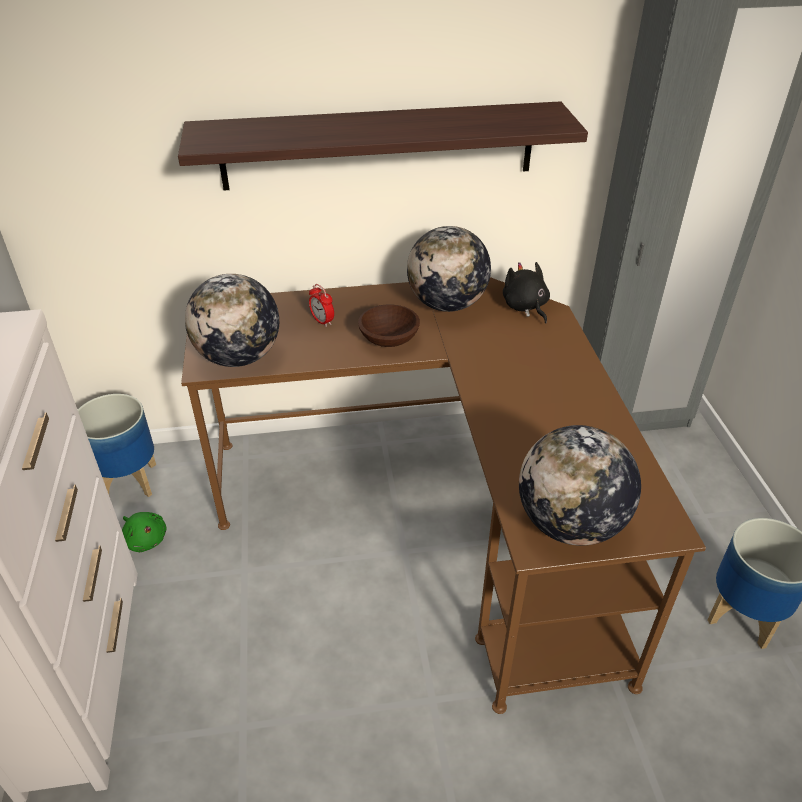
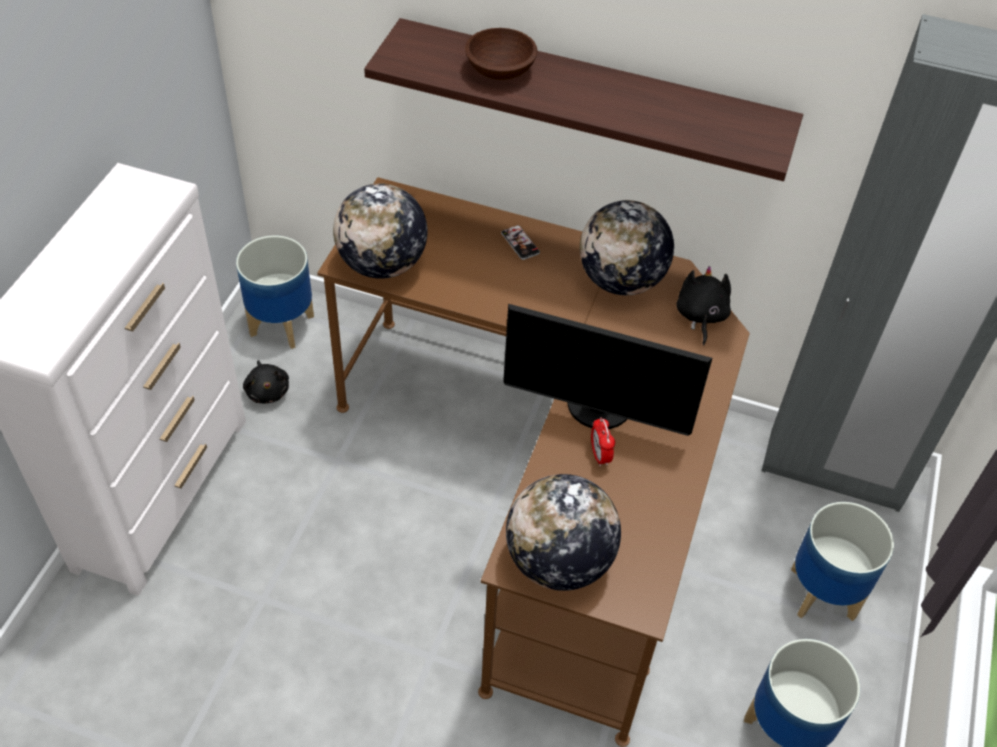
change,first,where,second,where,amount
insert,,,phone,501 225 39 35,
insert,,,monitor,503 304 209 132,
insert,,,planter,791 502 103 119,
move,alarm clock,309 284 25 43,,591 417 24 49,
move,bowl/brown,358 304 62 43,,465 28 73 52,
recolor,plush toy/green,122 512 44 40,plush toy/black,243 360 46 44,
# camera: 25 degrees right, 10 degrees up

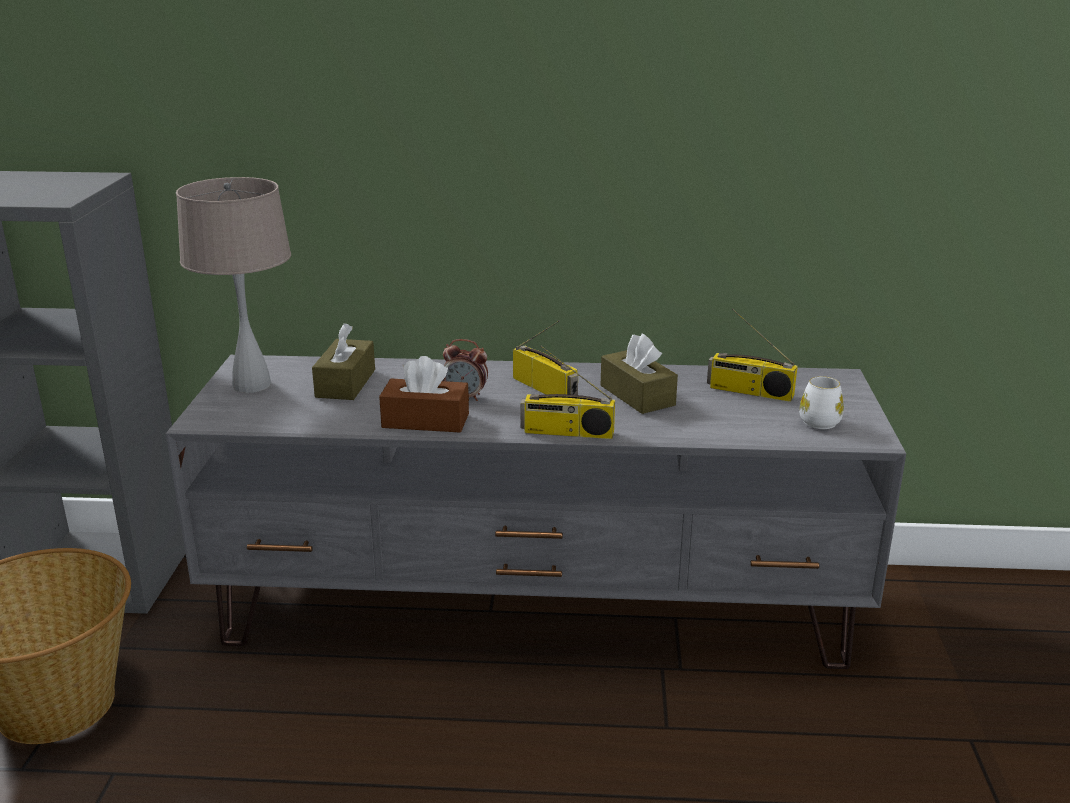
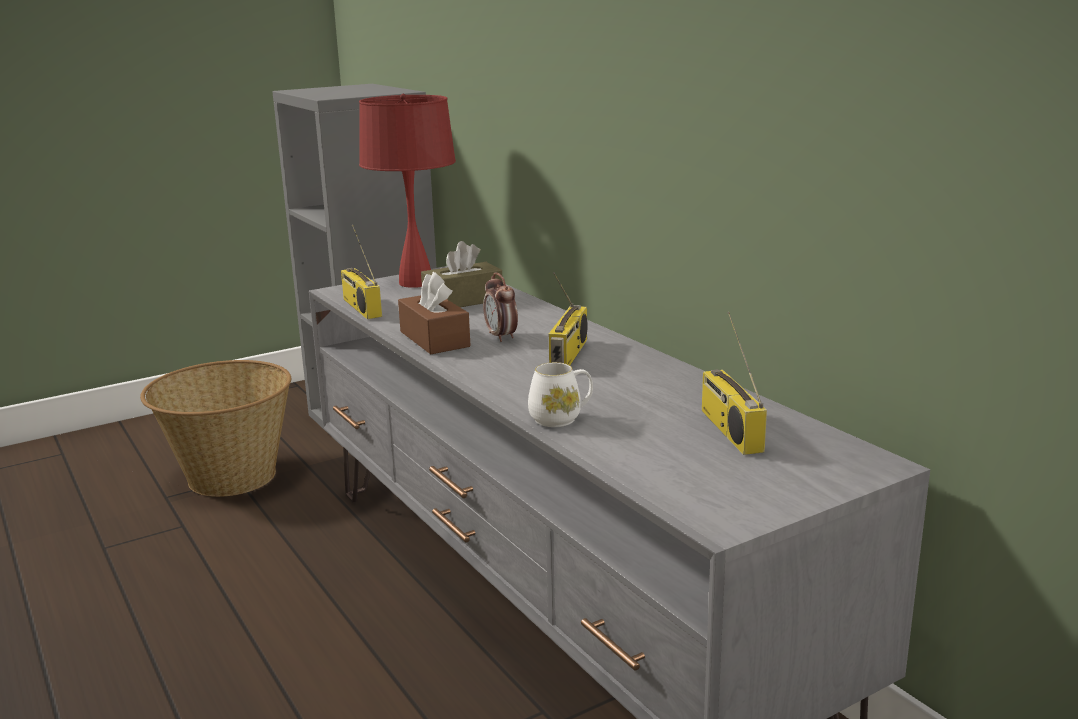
change,first,where,second,where,amount
delete,tissue box/brown,601 334 77 80,,,
move,radio,520 346 95 93,,341 224 41 95,
move,mug/white,799 376 45 53,,528 362 65 65,
recolor,table lamp/beige,176 177 115 216,table lamp/red,359 94 97 194,
# camera: 55 degrees right, 5 degrees down

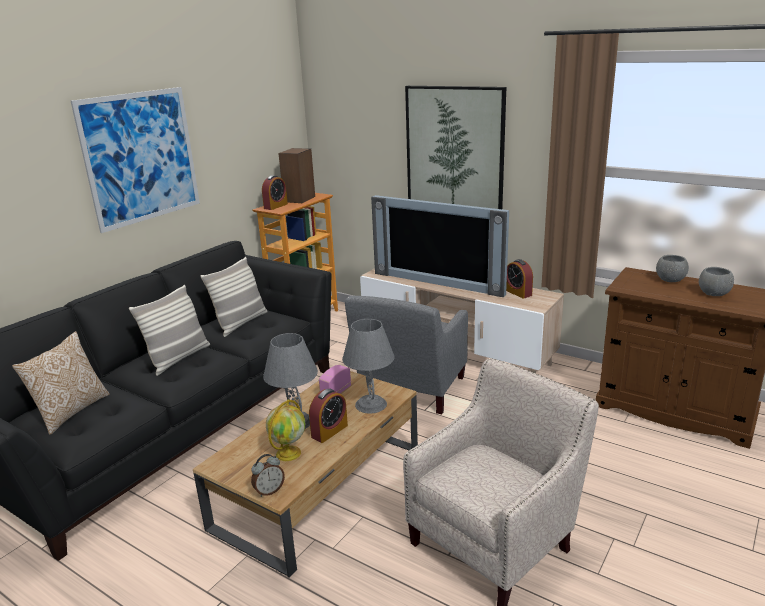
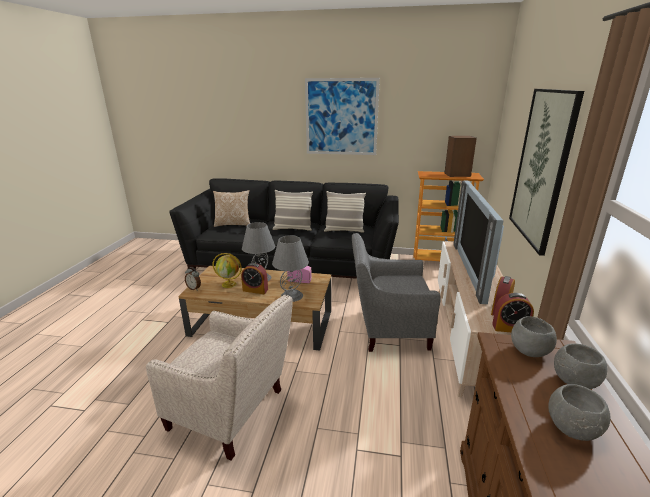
change,first,where,second,where,amount
insert,,,bowl/grey,511 316 46 41,
move,alarm clock,262 175 26 35,,492 293 42 39,
# camera: 65 degrees right, 0 degrees up

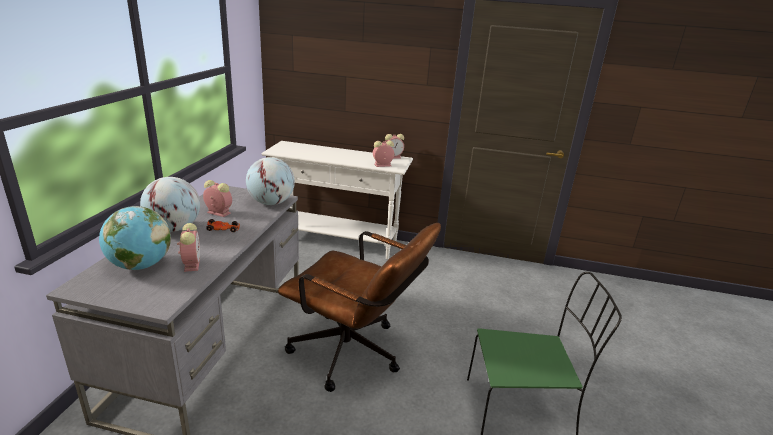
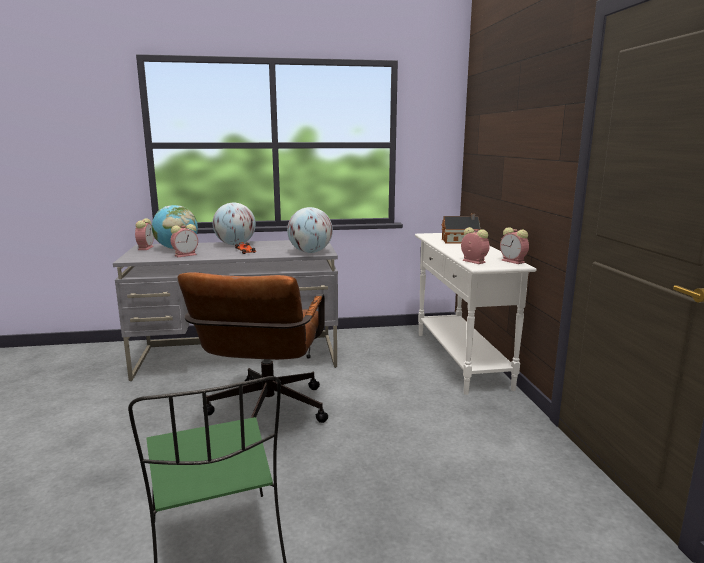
change,first,where,second,where,amount
insert,,,toy house,441 214 39 29,
move,alarm clock,203 180 29 37,,135 218 19 32,
# camera: 70 degrees right, 10 degrees down

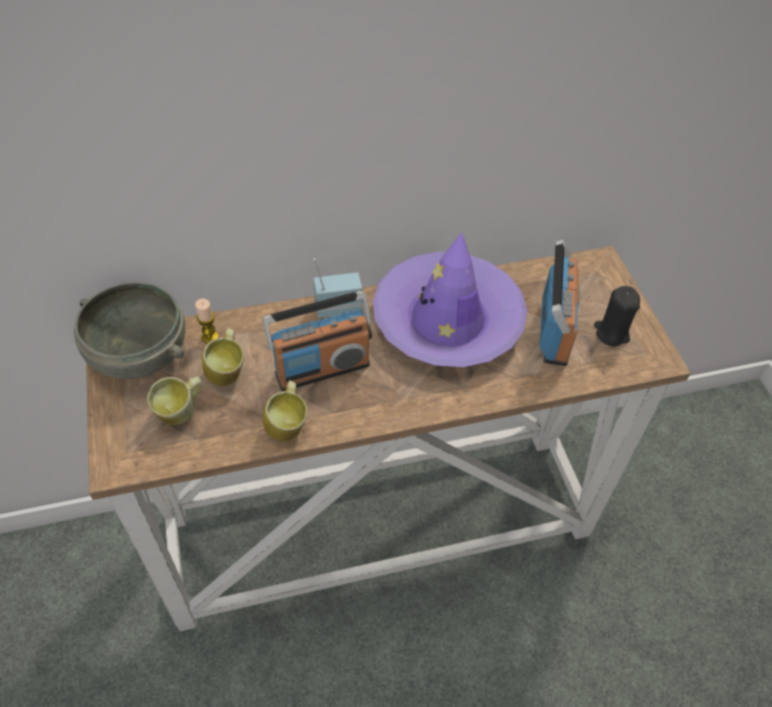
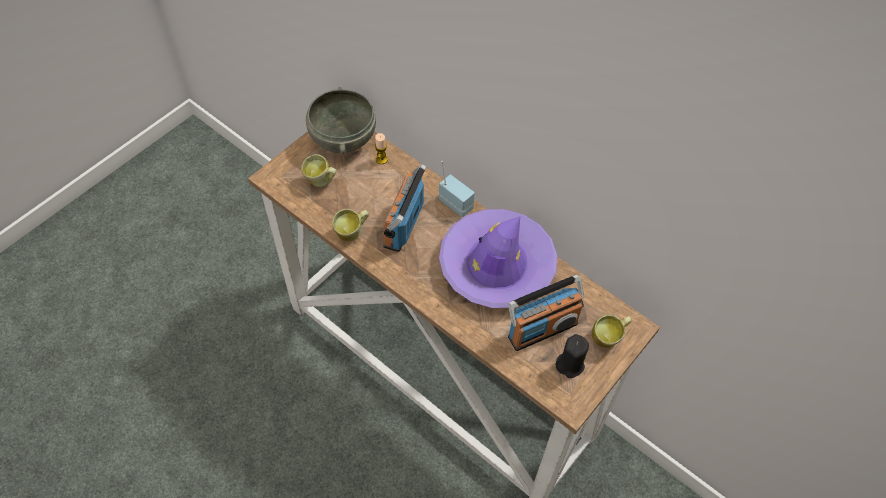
change,first,where,second,where,amount
move,mug,202 328 42 58,,592 314 39 34,
rotate,radio,262 291 110 100,,383 164 43 88,75 degrees clockwise
# camera: 55 degrees right, 5 degrees up

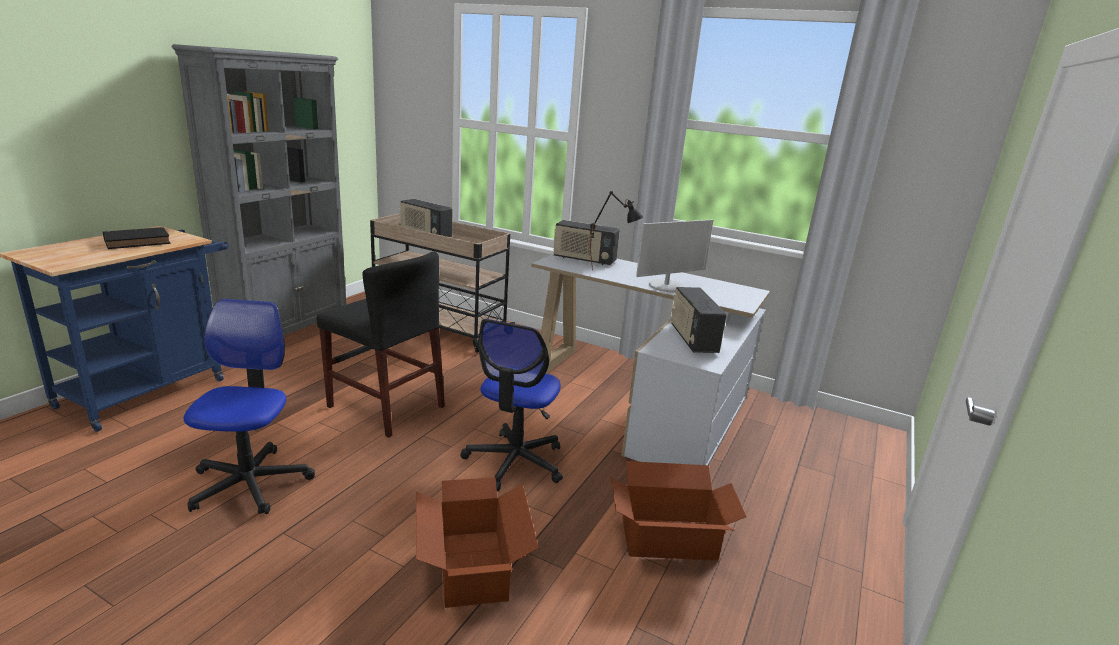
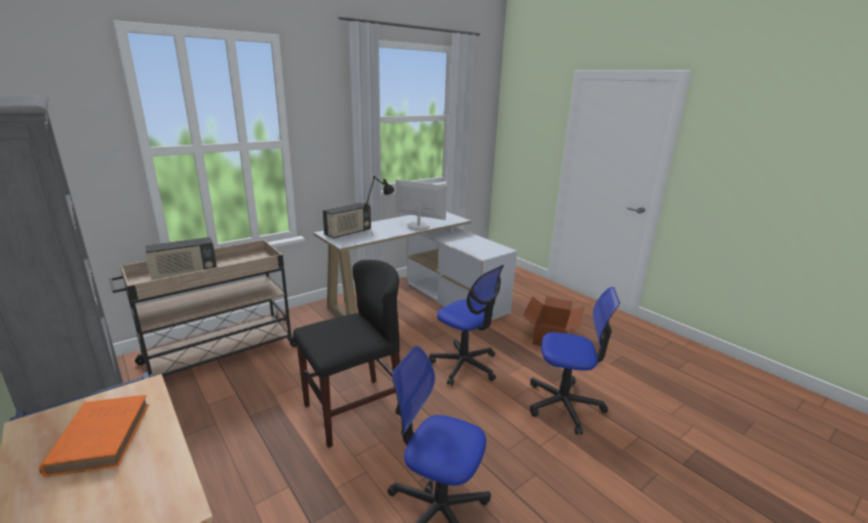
change,first,where,second,where,amount
delete,radio,671 287 56 66,,,
replace,cardboard box,416 477 123 131,office chair,530 287 90 148,
recolor,book/black,103 227 68 22,book/orange,39 395 110 82,
rotate,monitor,636 220 77 72,,395 179 52 51,60 degrees counterclockwise
# camera: 65 degrees left, 0 degrees up

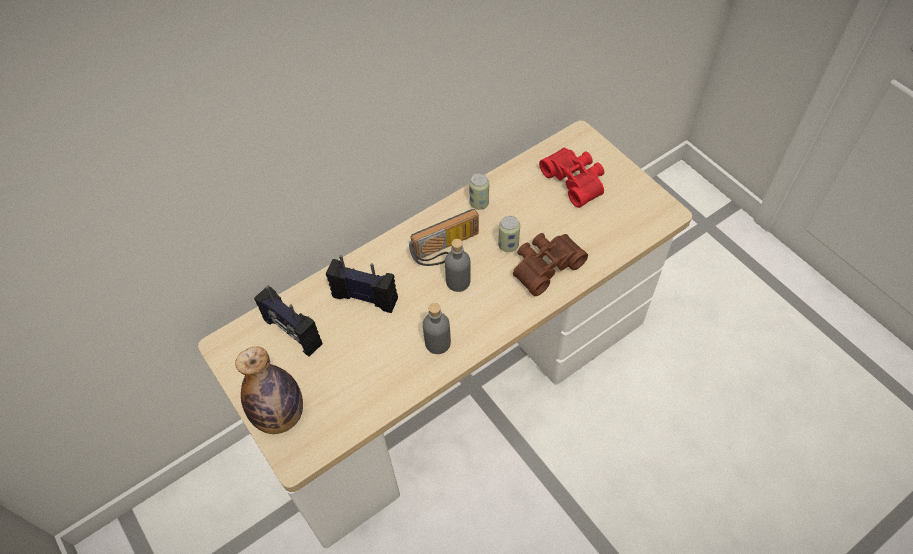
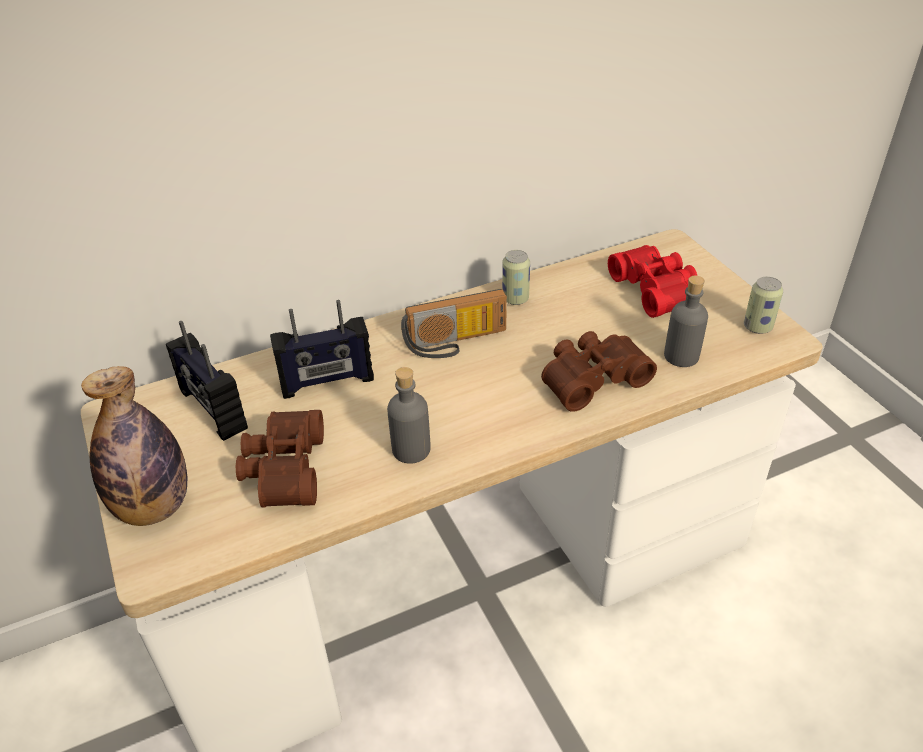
change,first,where,second,where,amount
insert,,,binoculars/brown,236 410 88 98,
move,bottle/grey,445 239 26 53,,664 276 44 91,
move,can,498 216 22 36,,744 277 39 57,
rotate,radio,326 255 72 58,,270 300 104 99,135 degrees clockwise
# camera: 10 degrees right, 15 degrees down

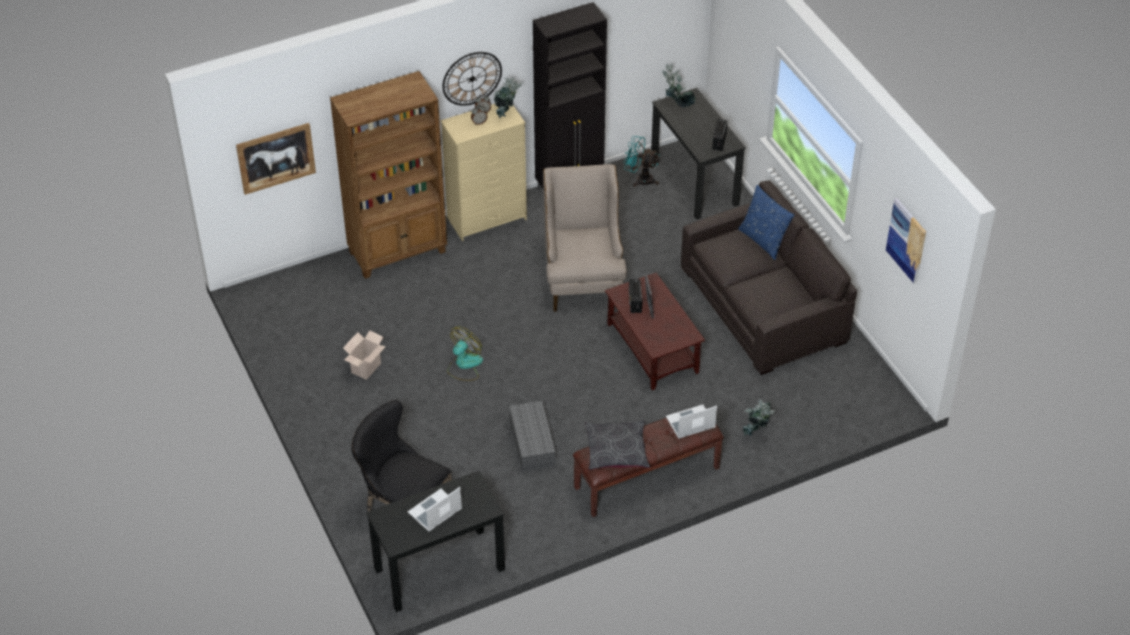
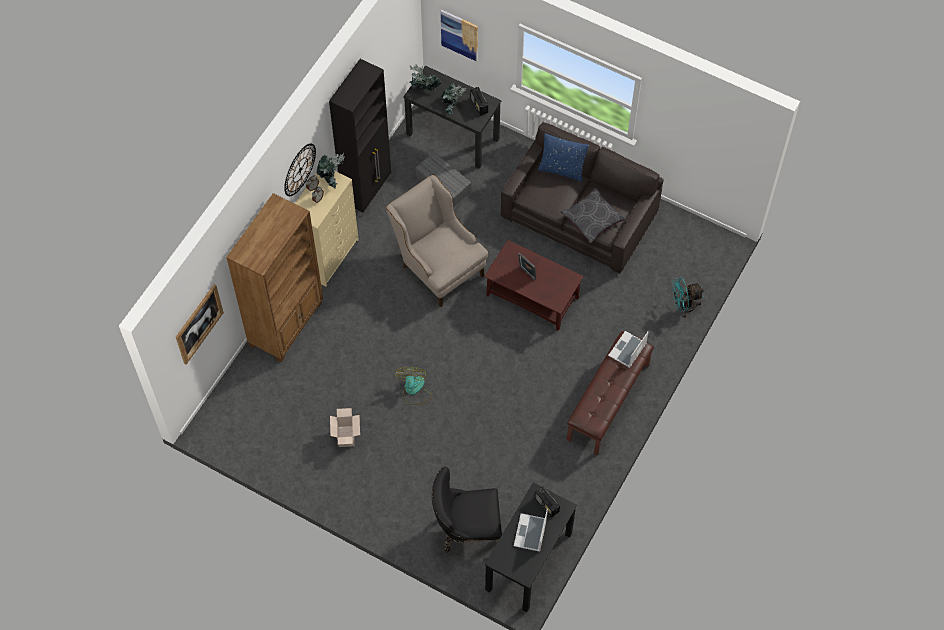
change,first,where,second,where,amount
move,storage box/grey,509 401 47 71,,415 152 57 56,
move,pillow/grey,585 420 65 50,,561 188 65 55,
move,fan/turquoise,623 136 37 51,,672 277 32 40,
move,radio,629 279 13 34,,534 486 26 32,
move,potted plant,743 399 32 37,,441 83 26 33,
move,picture,886 198 40 86,,441 10 37 52,
# camera: 35 degrees left, 15 degrees up

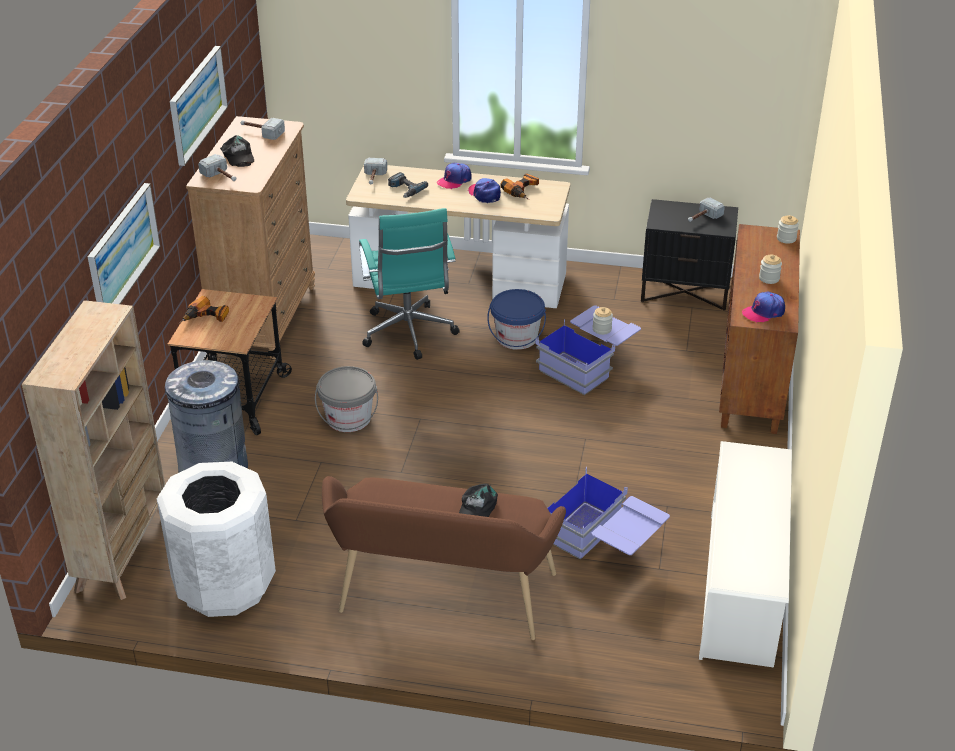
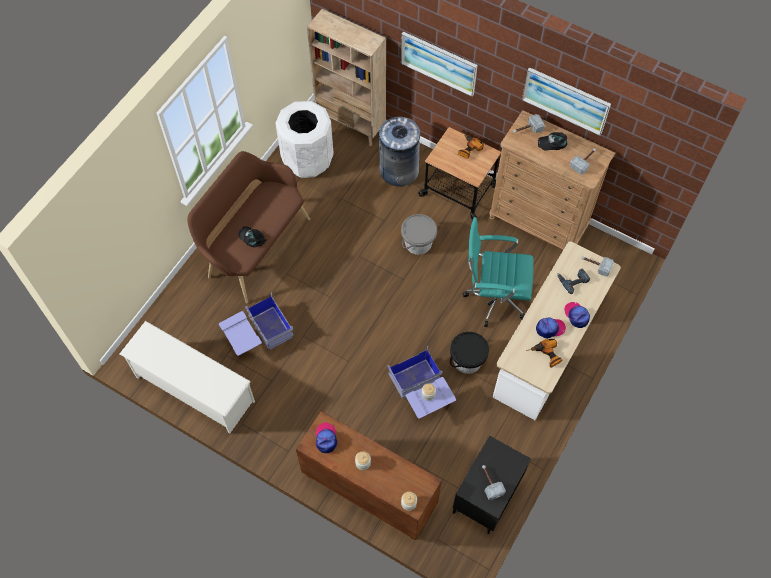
change,first,where,second,where,amount
recolor,bucket/blue,487 289 59 61,bucket/black,450 332 39 42,
# camera: 110 degrees right, 25 degrees up

